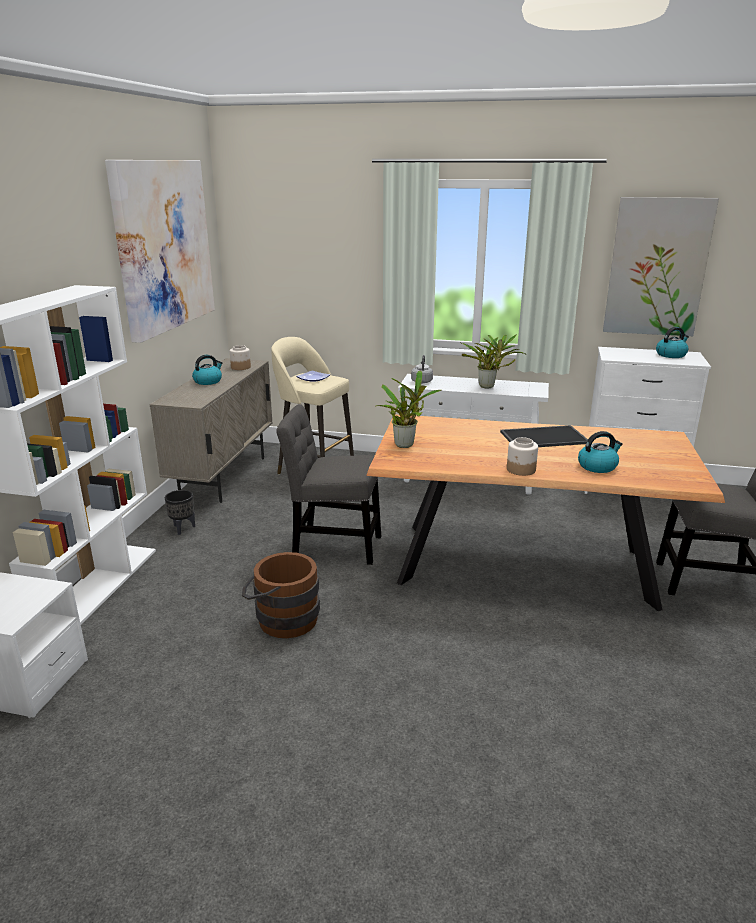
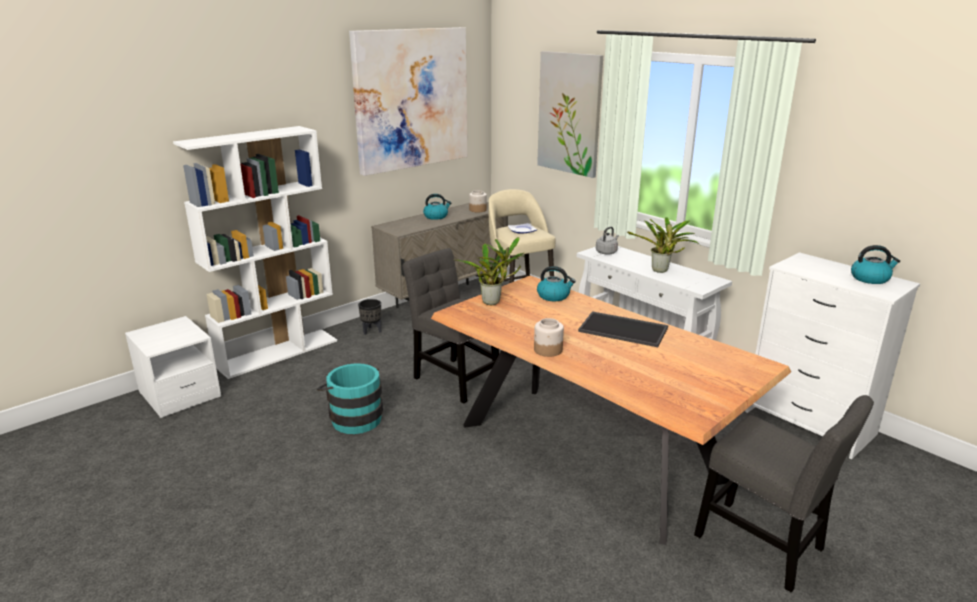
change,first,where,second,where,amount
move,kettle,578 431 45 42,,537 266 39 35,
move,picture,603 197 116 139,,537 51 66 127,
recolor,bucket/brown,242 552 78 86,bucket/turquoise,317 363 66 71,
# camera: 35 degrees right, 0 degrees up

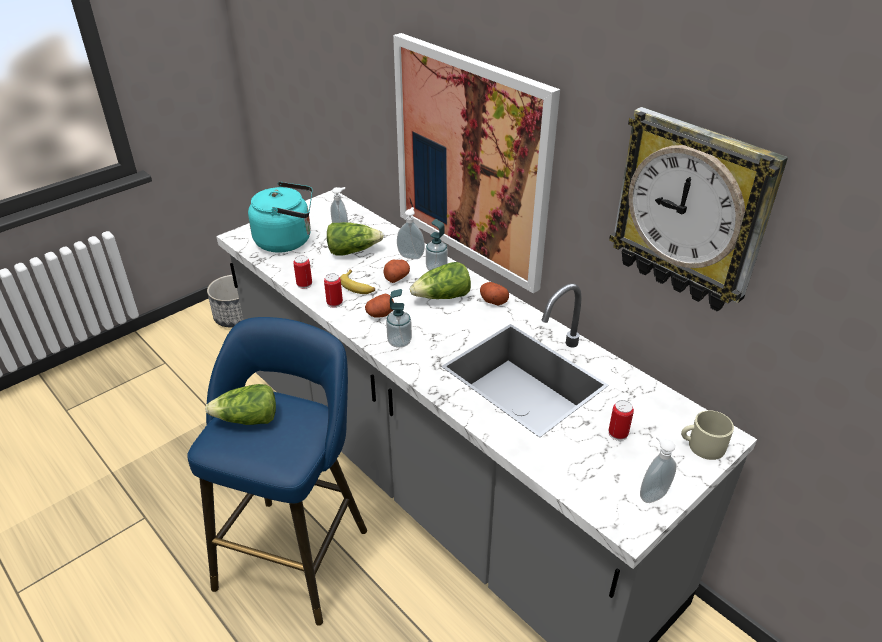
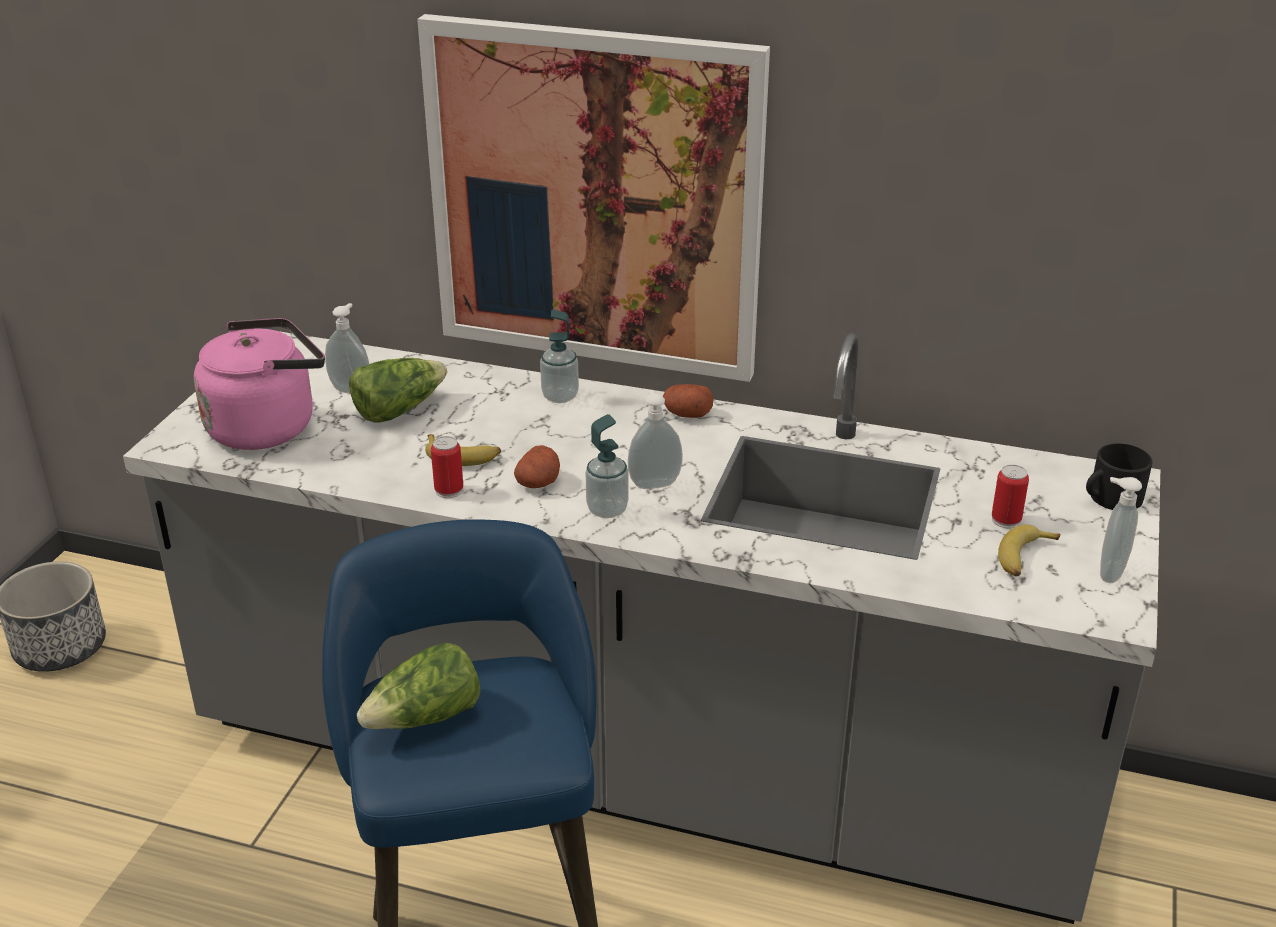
change,first,where,second,where,amount
delete,can,293 255 19 34,,,
delete,potato,383 260 27 23,,,
delete,lettuce,410 262 61 37,,,
delete,wall clock,609 107 179 204,,,
insert,,,banana,998 525 62 52,
move,soap dispenser,397 207 28 52,,628 390 55 99,
recolor,kettle/turquoise,248 182 65 70,kettle/pink,194 318 131 132,
recolor,mug/beige,681 410 53 50,mug/black,1086 444 67 66,
# camera: 30 degrees left, 5 degrees down

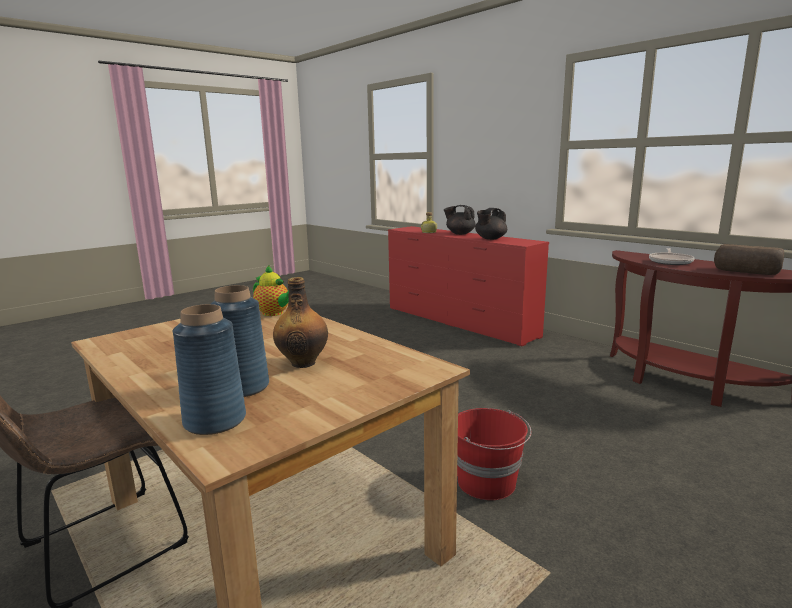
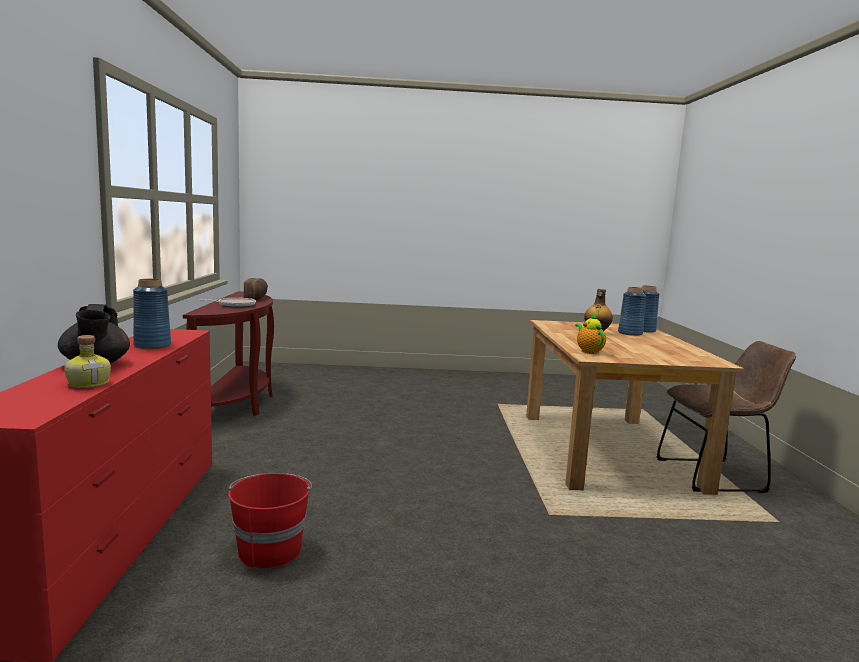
change,first,where,second,where,amount
move,bucket/red,457 408 74 92,,228 473 84 96,
replace,teapot/black,475 208 32 32,vase/blue,133 279 38 70,
# camera: 140 degrees left, 5 degrees down

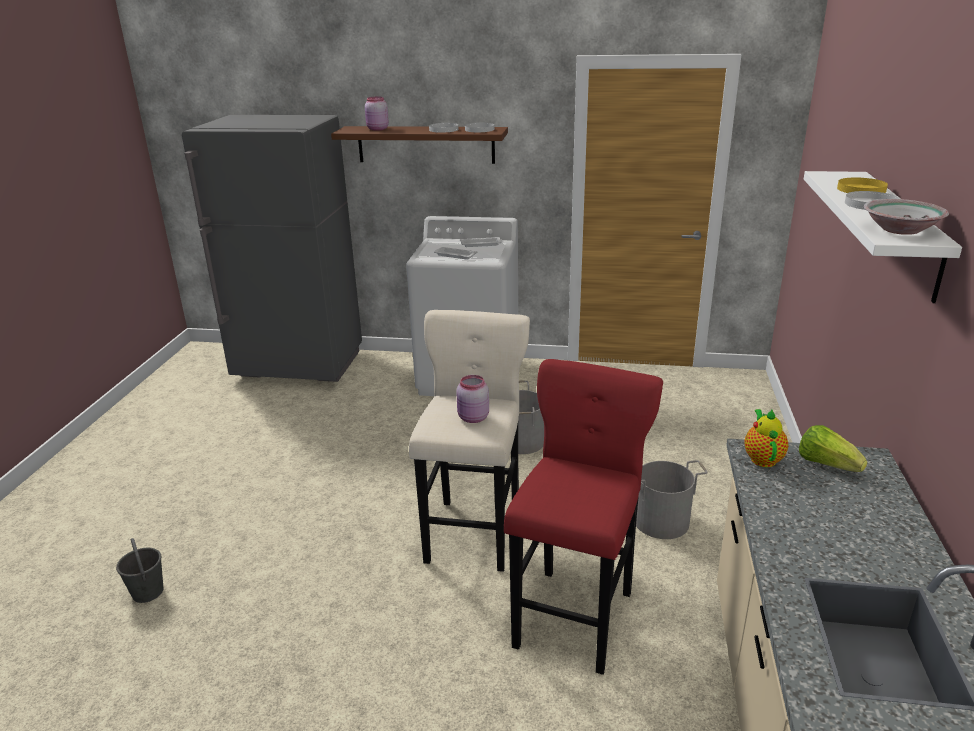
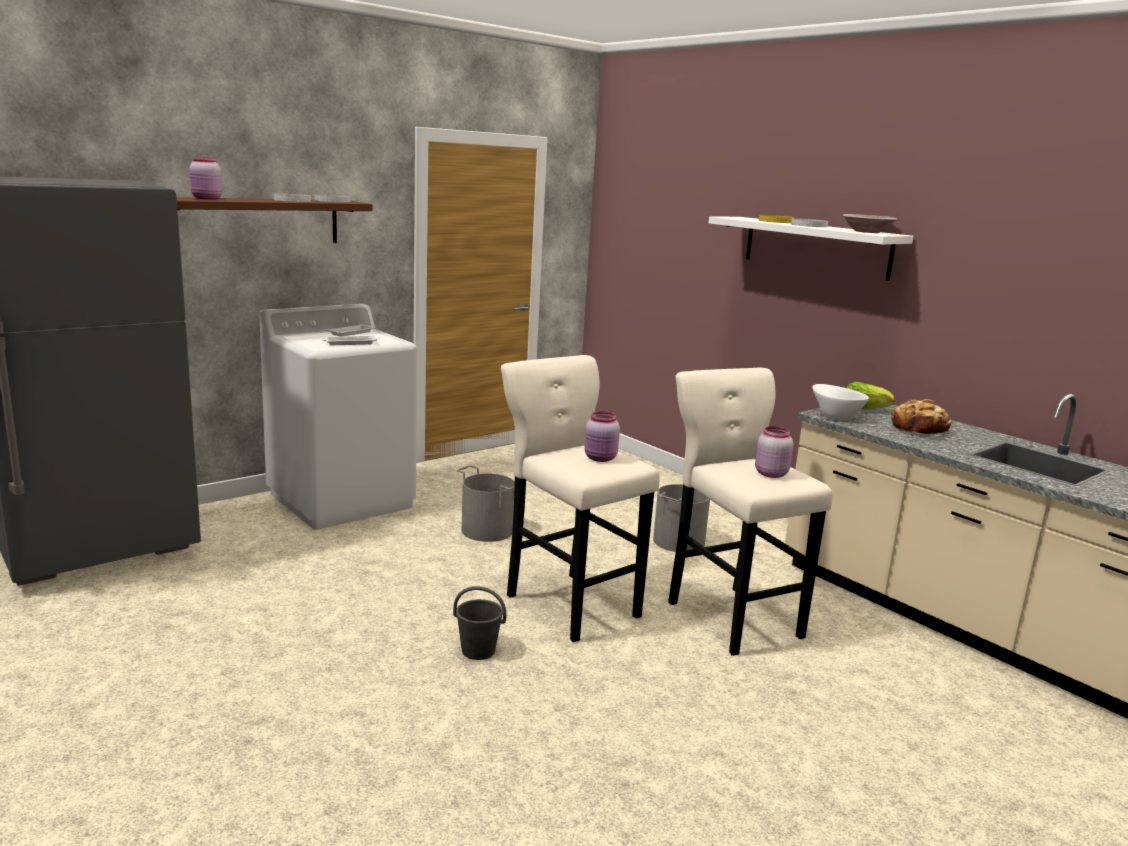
change,first,where,second,where,amount
insert,,,jar/pink,755 426 38 52,
insert,,,bread,891 399 60 37,
move,bucket/grey,116 538 48 65,,453 586 53 74,
replace,teapot,744 409 44 58,bowl/white,812 384 57 36,
recolor,stool/red,504 359 159 316,stool/beige,668 367 165 289,
# camera: 50 degrees left, 10 degrees down

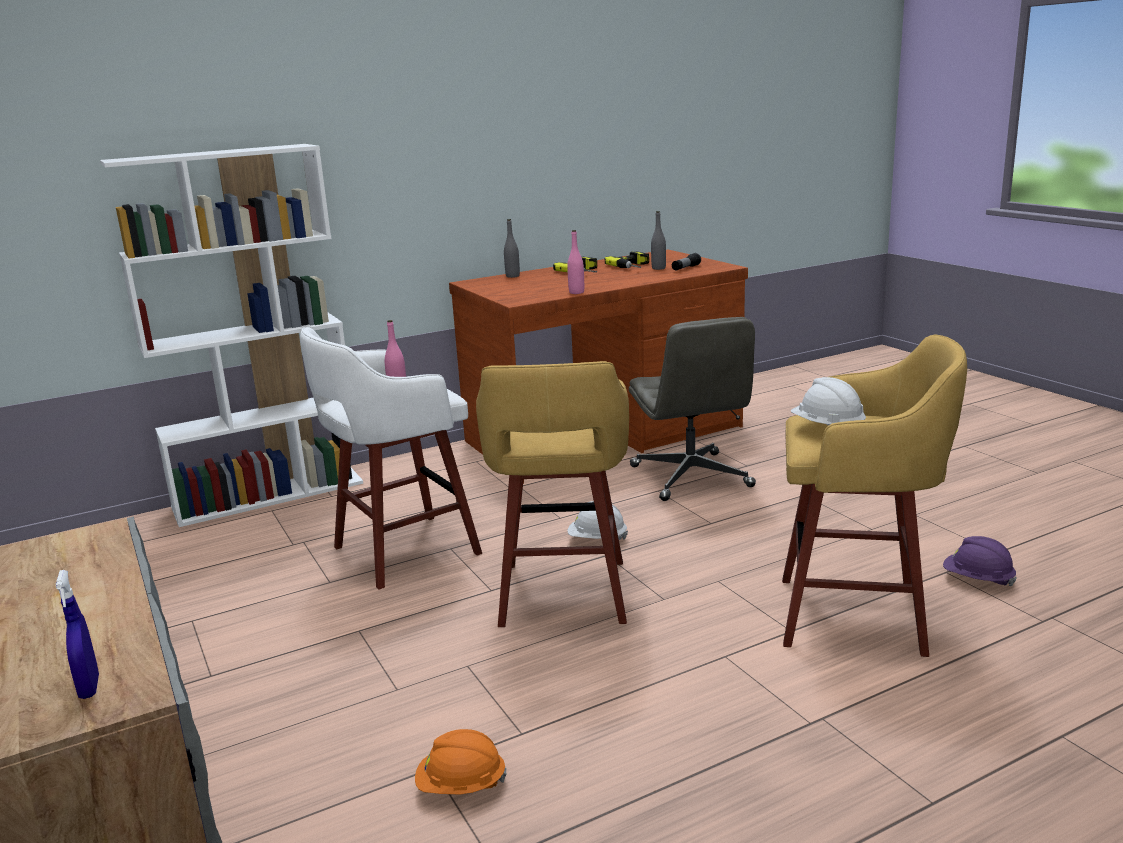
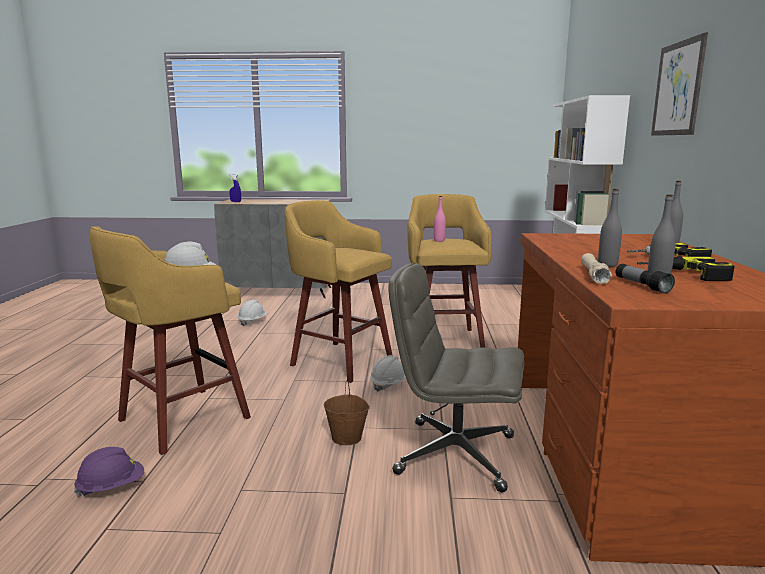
change,first,where,second,where,amount
delete,bottle/pink,567 230 17 64,,,
insert,,,bucket/brown,324 380 46 65,
insert,,,flashlight/beige,581 253 31 31,
insert,,,bottle/grey,598 189 24 78,
insert,,,picture,651 32 57 104,
recolor,stool/white,300 327 182 263,stool/yellow,407 194 85 154,
recolor,hard hat/orange,415 729 92 65,hard hat/white,238 300 30 26,
# camera: 120 degrees right, 5 degrees down

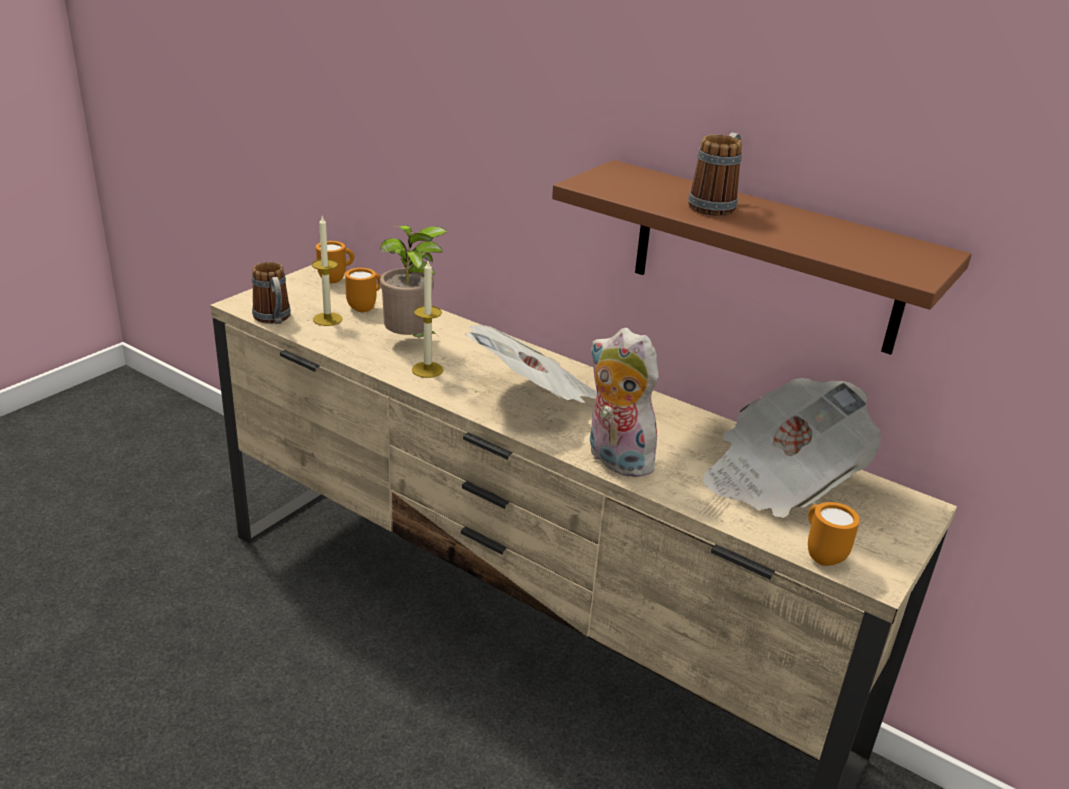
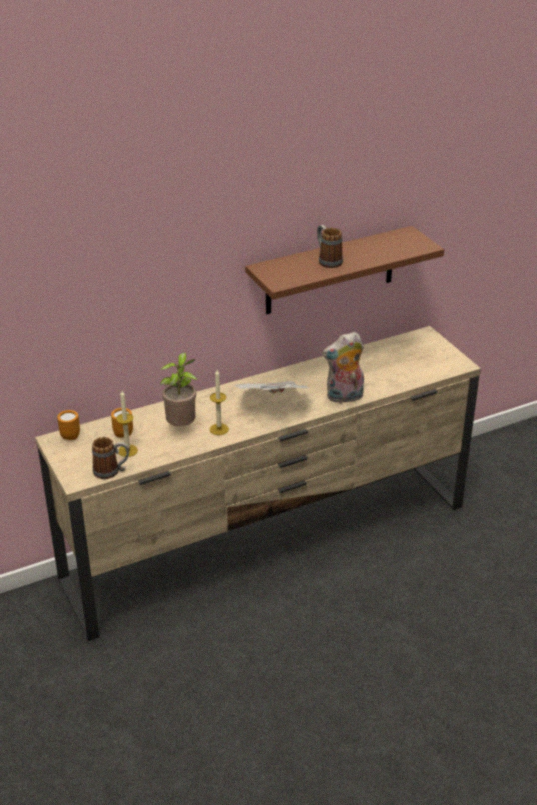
change,first,where,second,where,amount
delete,newspaper,703 378 178 140,,,
delete,mug/orange,808 502 52 64,,,
# camera: 60 degrees left, 5 degrees up

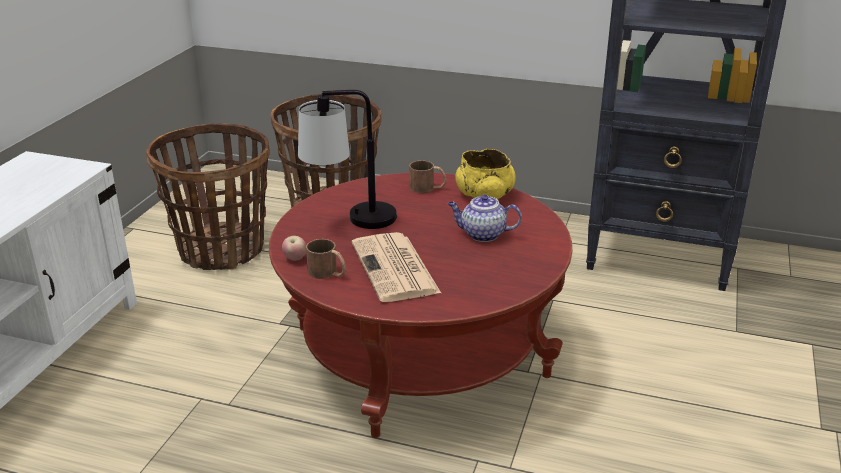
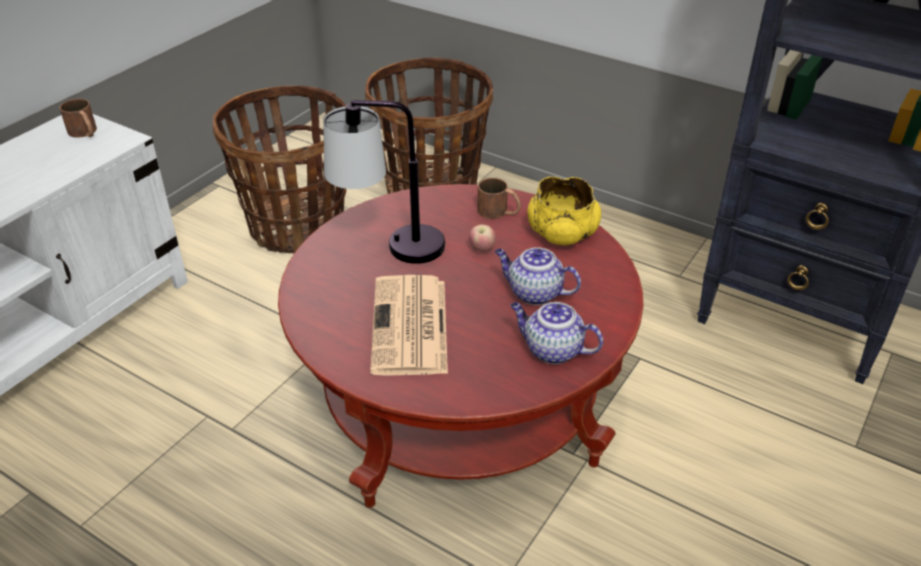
change,first,where,second,where,amount
insert,,,teapot,510 302 93 62,
move,apple,282 236 24 25,,469 224 27 28,
move,mug/brown,306 239 40 40,,60 99 37 39,
# camera: 15 degrees right, 10 degrees up

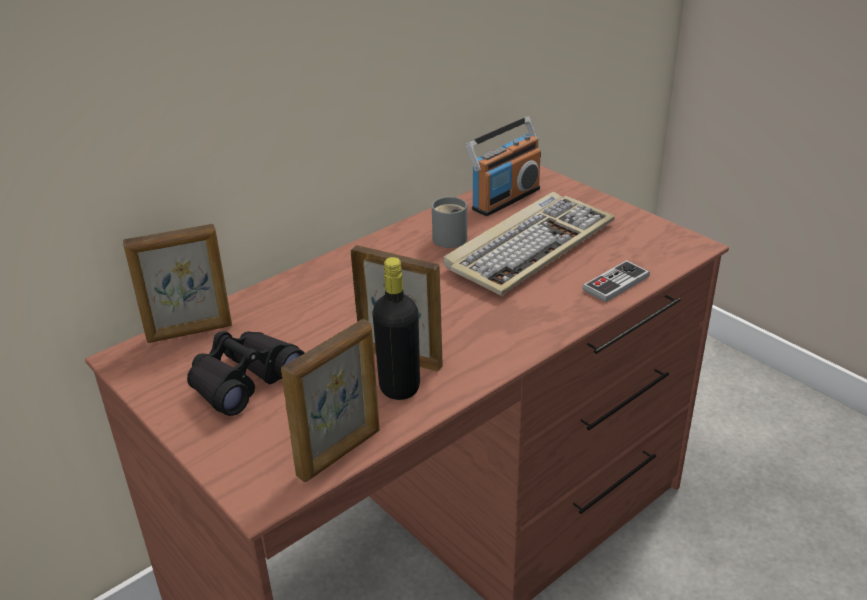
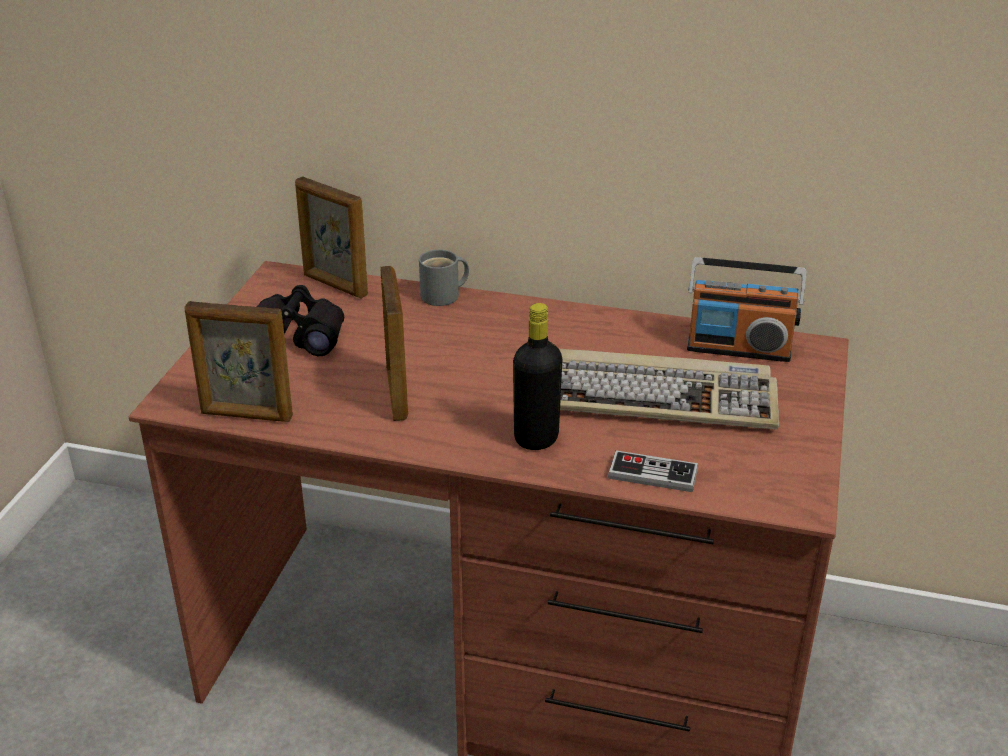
change,first,where,second,where,amount
move,bottle/black,373 257 47 143,,513 303 49 147,
move,mug/grey,432 197 35 51,,419 250 50 56,
# camera: 55 degrees right, 0 degrees up

